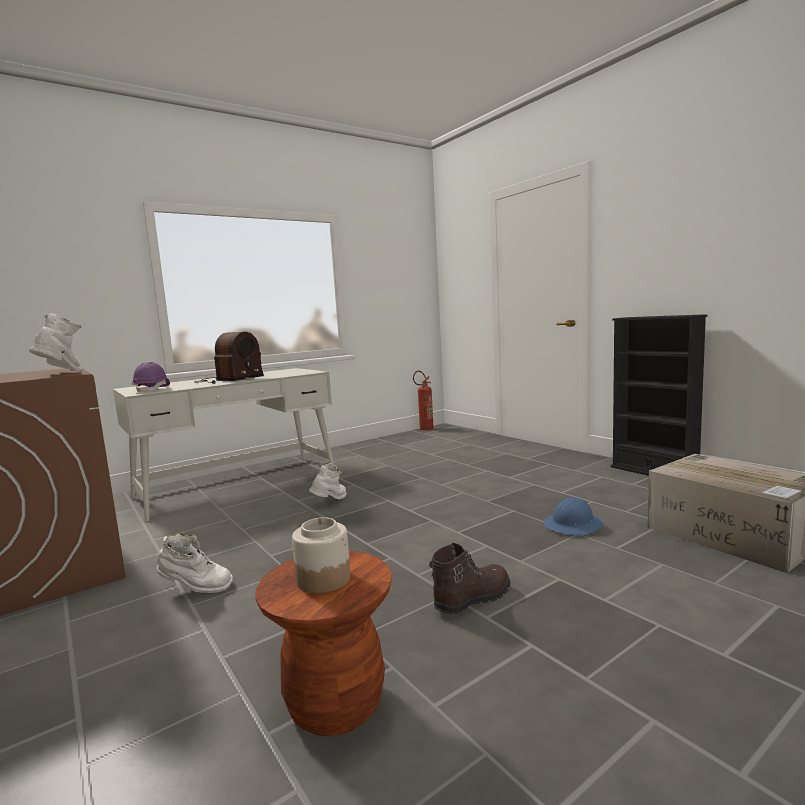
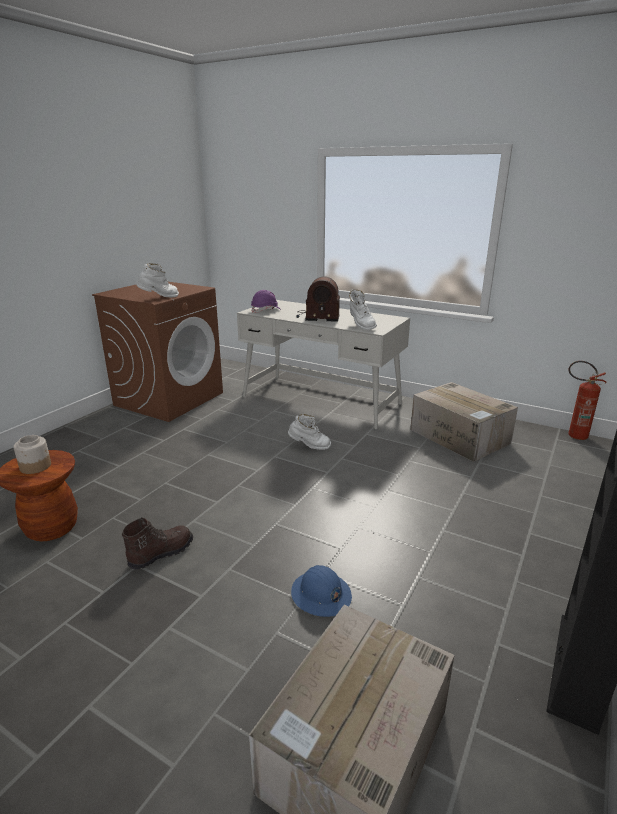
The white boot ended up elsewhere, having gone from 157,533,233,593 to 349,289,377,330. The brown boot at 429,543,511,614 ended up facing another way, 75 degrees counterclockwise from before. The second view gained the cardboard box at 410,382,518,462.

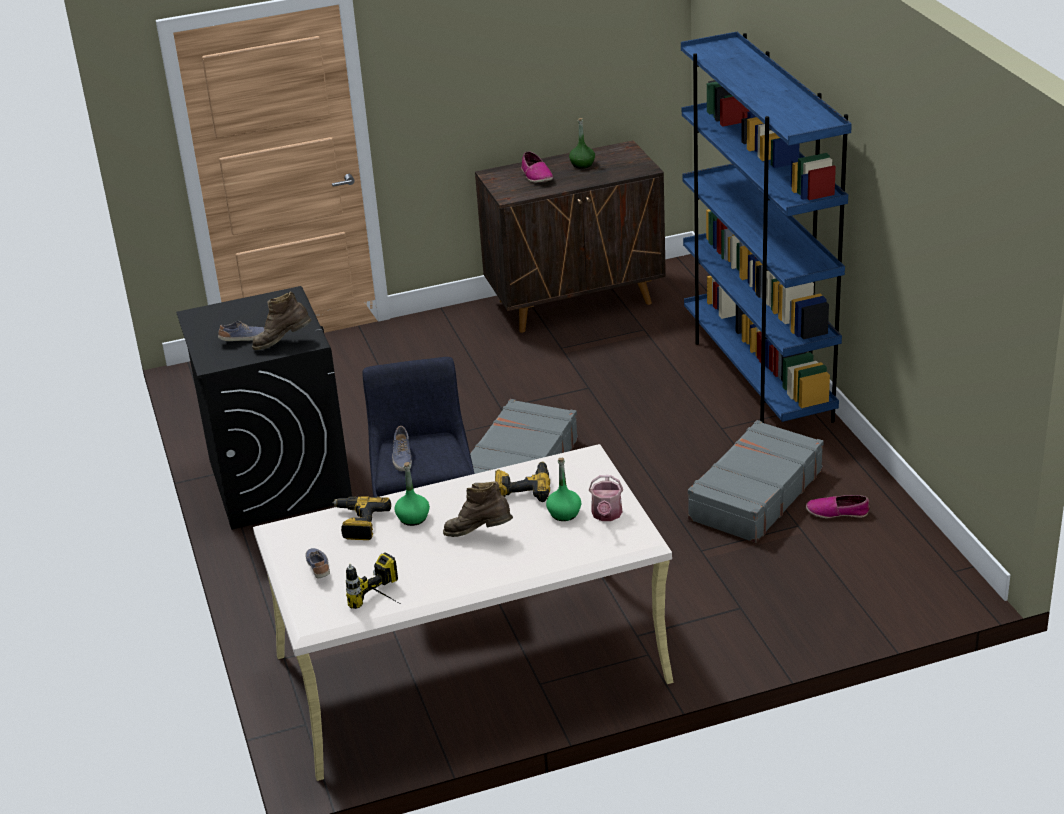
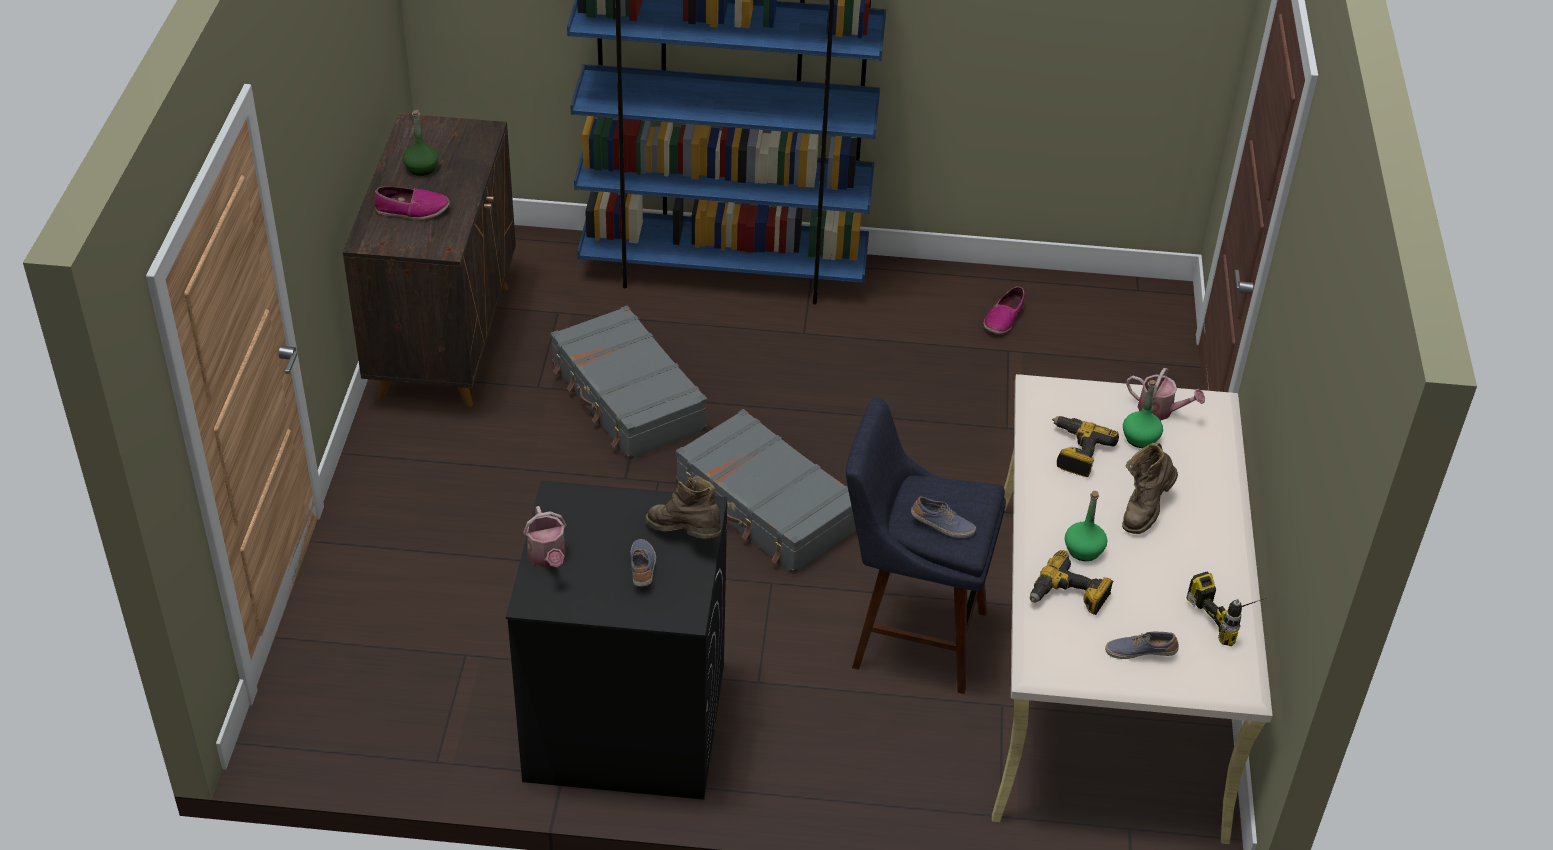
The brown boot at 252,291,311,350 ended up facing another way, 120 degrees clockwise from before. The grey suitcase ended up elsewhere, having gone from 688,420,824,543 to 551,306,707,460. The second view gained the watering can at 523,506,567,567.

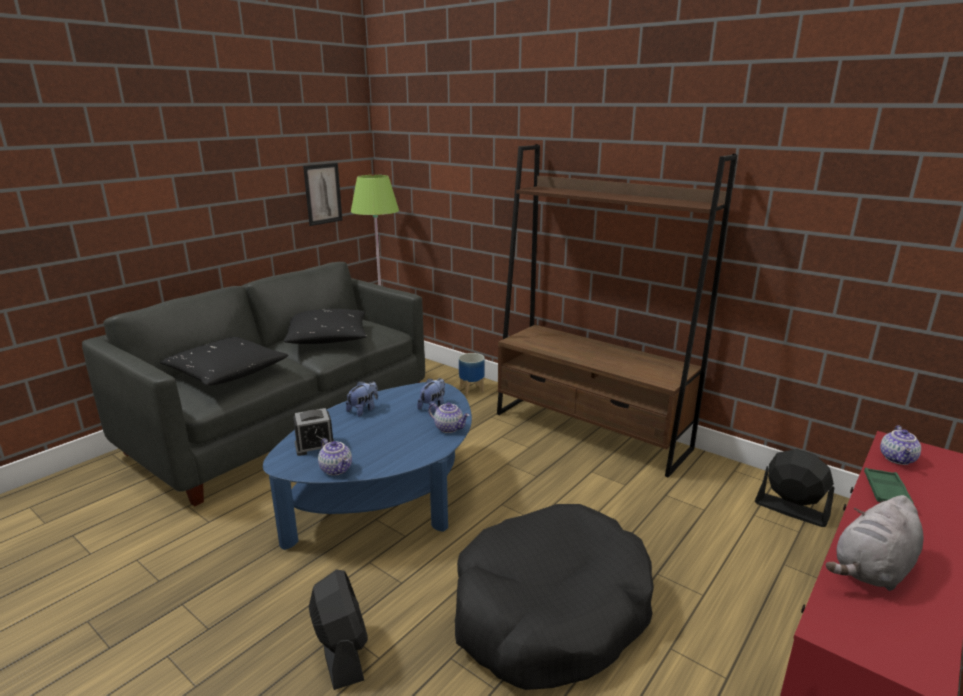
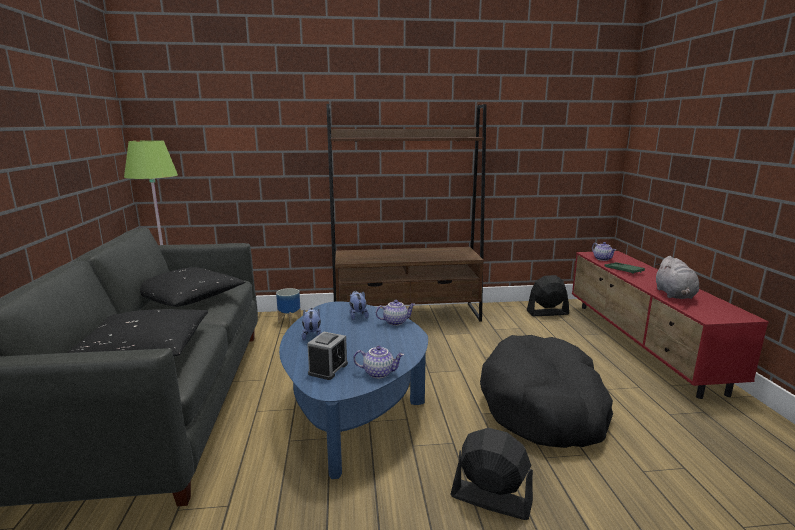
The second view lost the picture at 303,163,342,226.

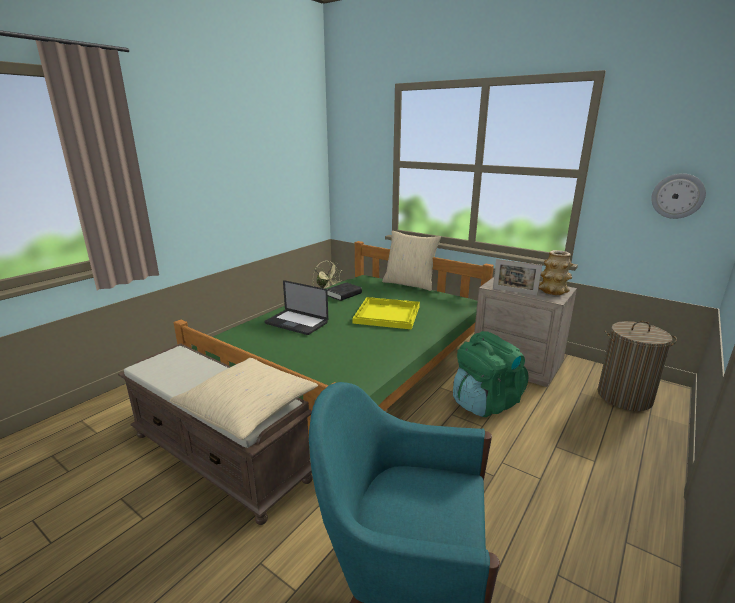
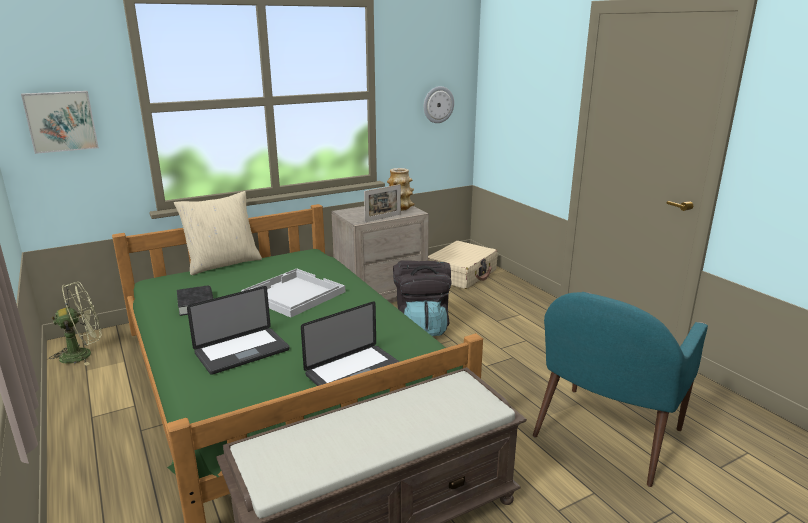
What was the yellow tray at 353,297,420,330 turned into the white tray at 241,268,345,318. Where the laundry basket stood at 598,321,677,411, the beige suitcase came to stand at 428,241,497,289. What was the green backpack at 453,331,529,417 turned into the black backpack at 393,260,452,336. The second view lost the beige pillow at 169,358,318,440. The second view gained the picture at 21,91,99,154. The second view gained the laptop at 301,301,400,386.

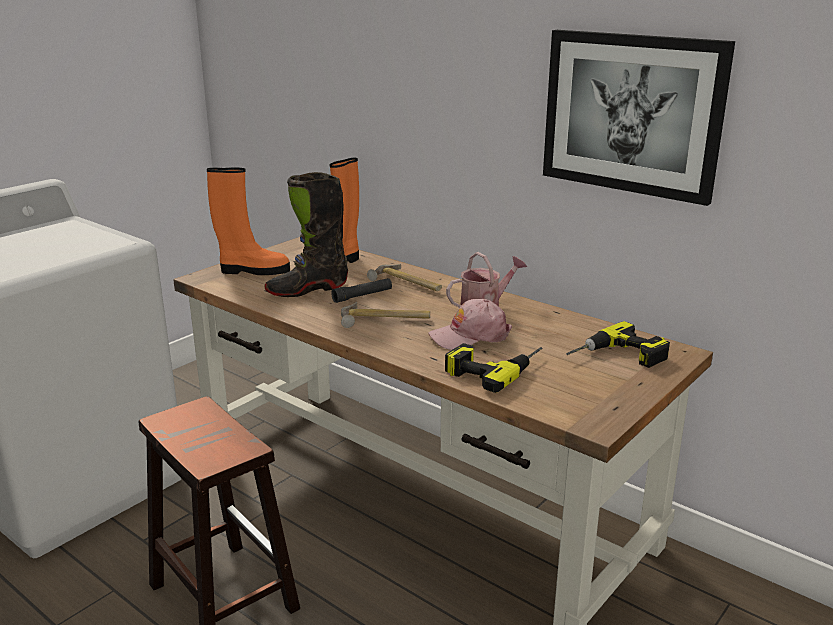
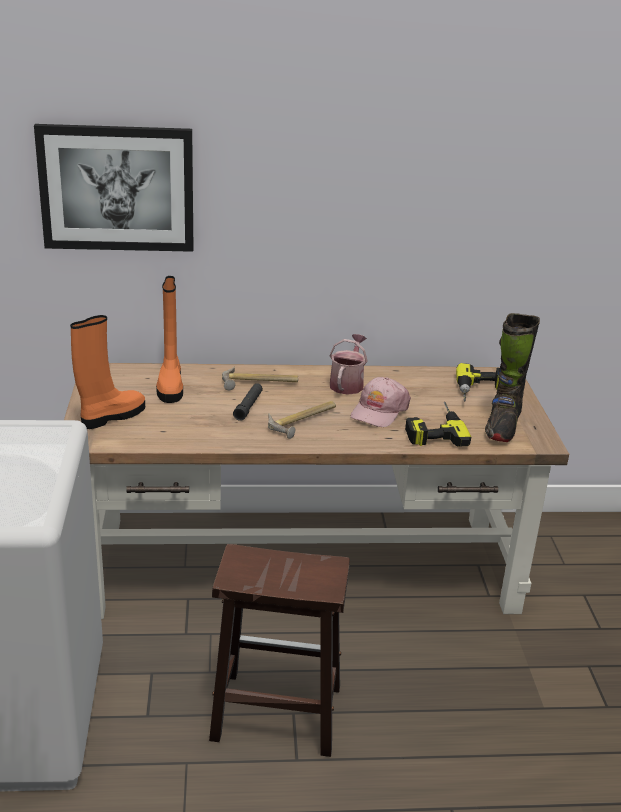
The picture ended up elsewhere, having gone from 543,30,735,206 to 34,124,194,252. The black boot ended up elsewhere, having gone from 265,172,348,297 to 485,313,540,442.

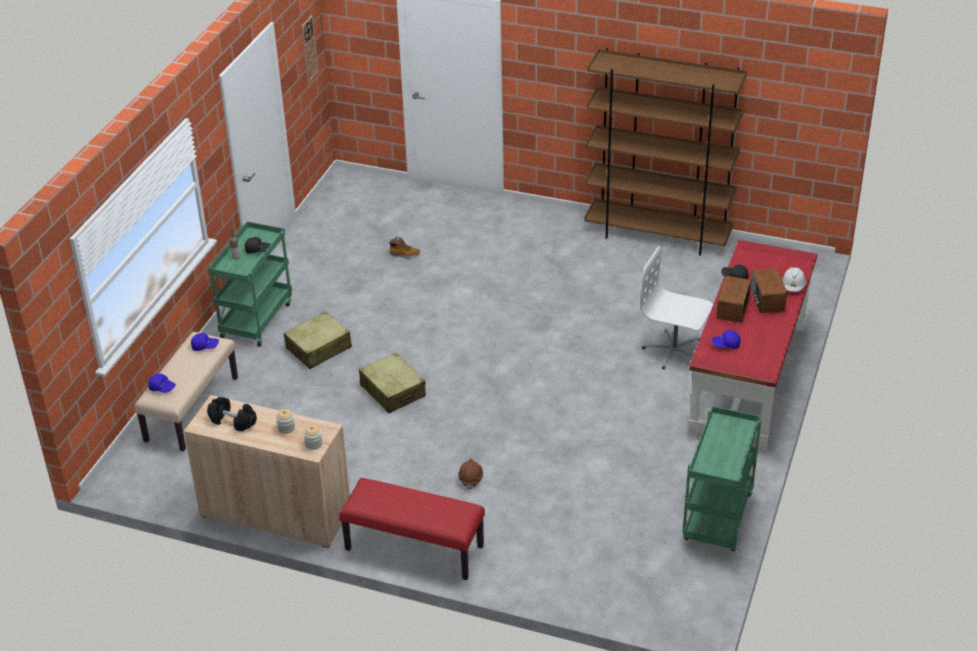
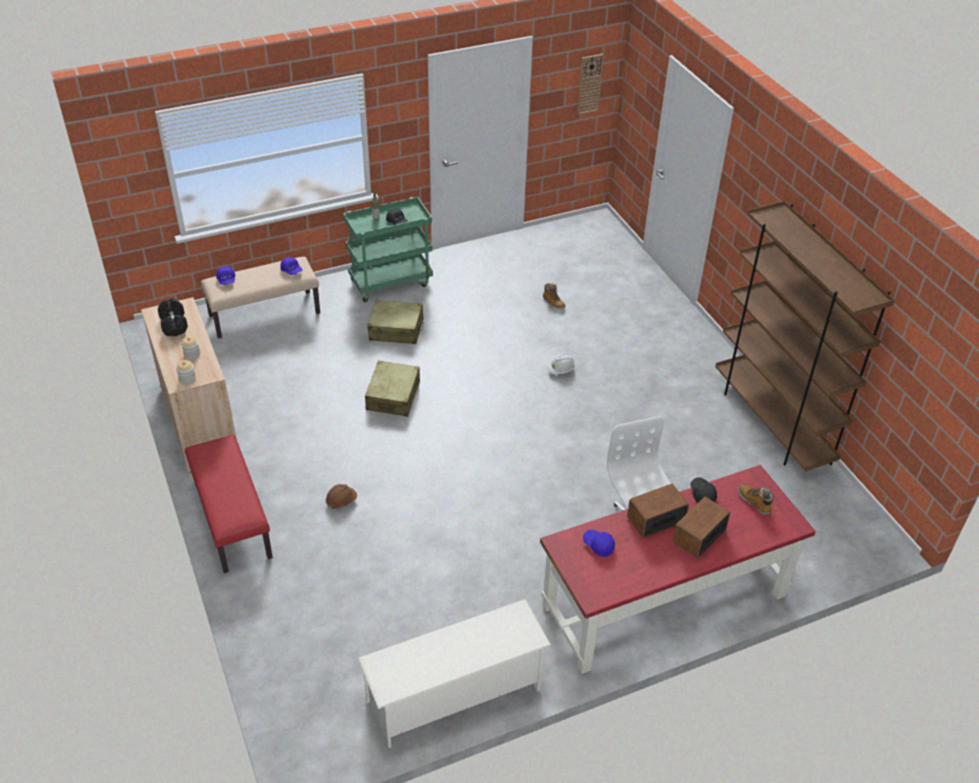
The white hard hat ended up elsewhere, having gone from 782,267,806,292 to 548,353,575,375. Where the green cart stood at 683,406,761,551, the white shoe rack came to stand at 358,599,551,748. The second view gained the boot at 738,484,773,515.

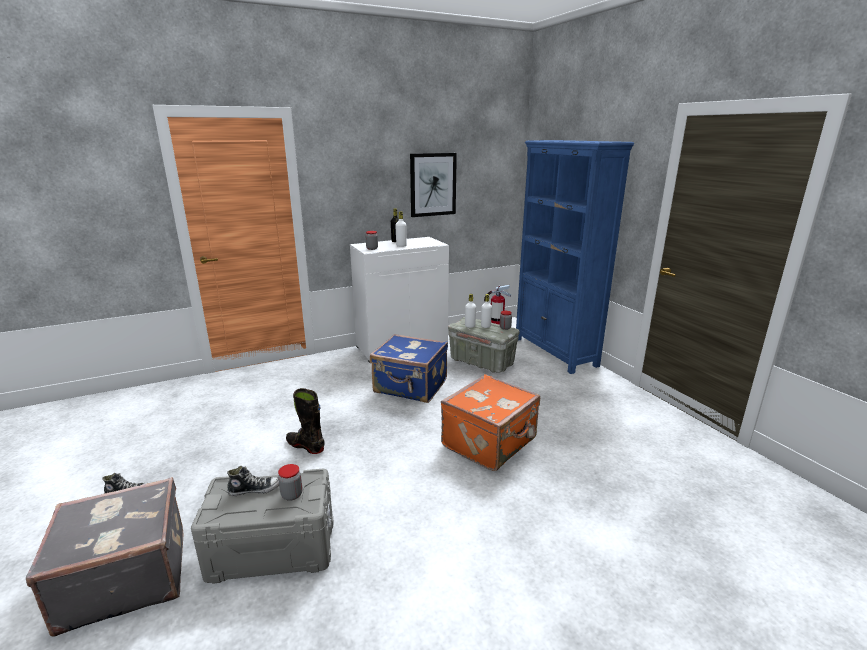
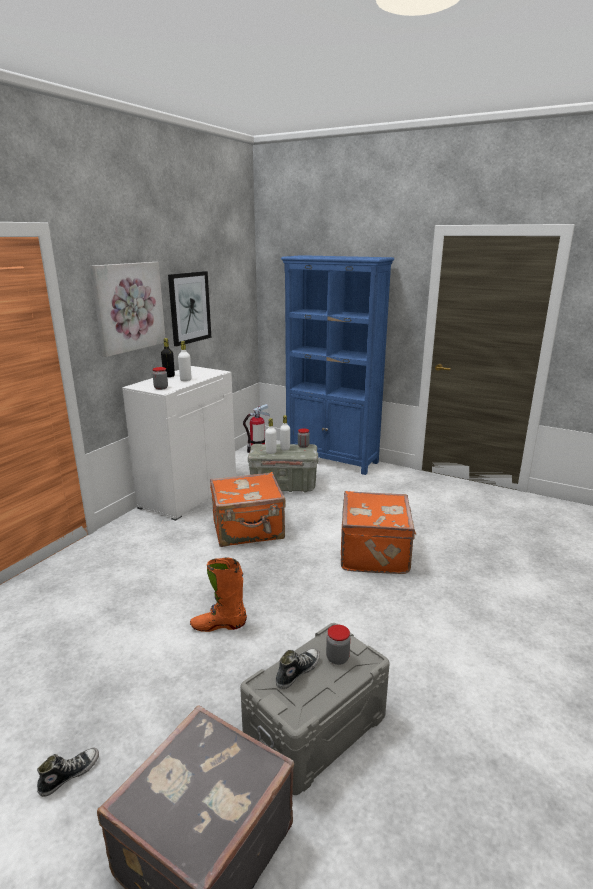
What was the blue suitcase at 370,334,448,403 turned into the orange suitcase at 210,472,286,547. What was the black boot at 286,388,325,454 turned into the orange boot at 190,558,247,632. The second view gained the picture at 90,262,165,357.

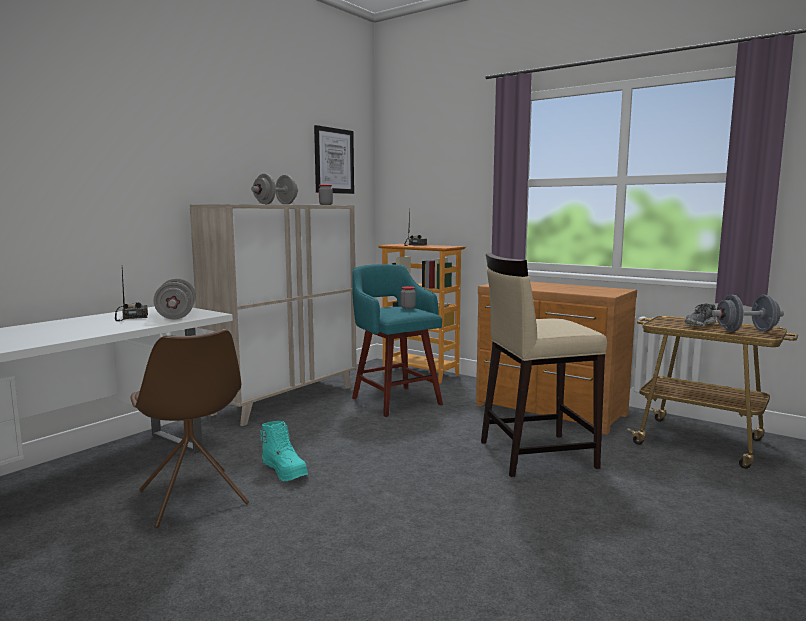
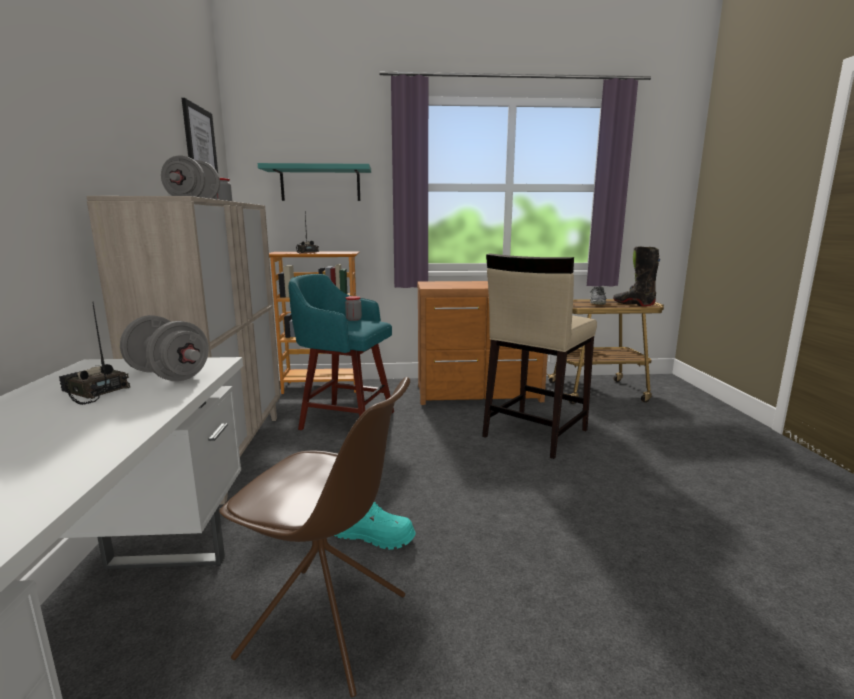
Where the grey dumbbell stood at 712,295,784,332, the black boot came to stand at 613,247,660,306. The second view gained the turquoise shelf at 258,163,371,201.

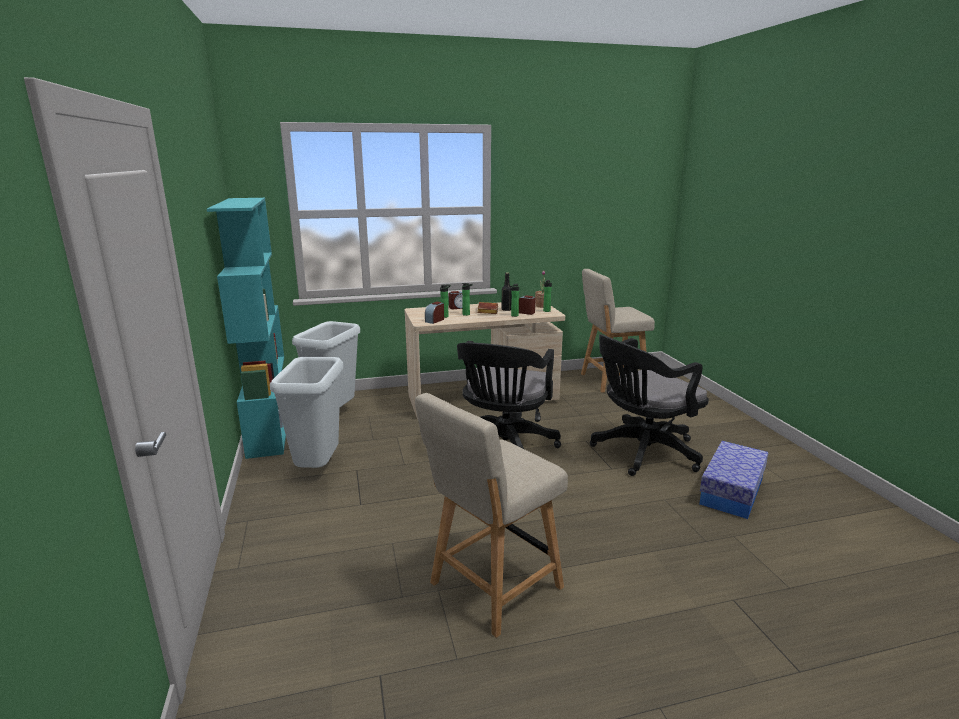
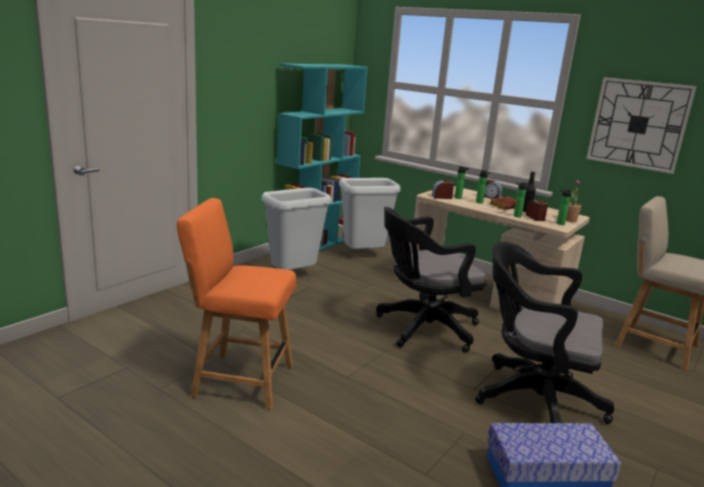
What was the beige chair at 415,393,568,638 turned into the orange chair at 177,198,296,410. The second view gained the wall clock at 586,77,697,174.

